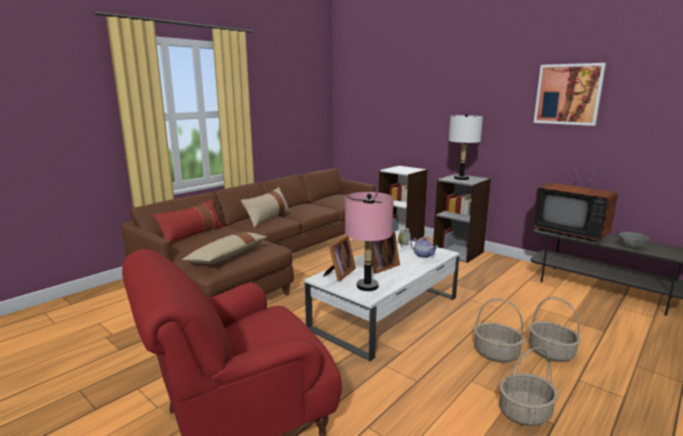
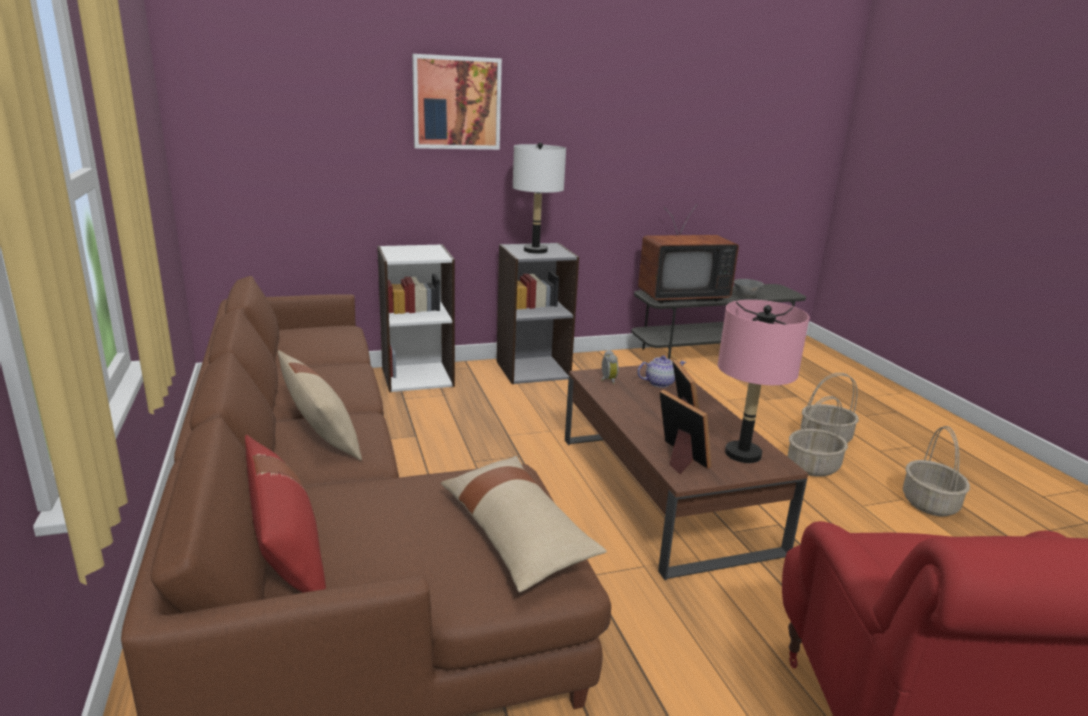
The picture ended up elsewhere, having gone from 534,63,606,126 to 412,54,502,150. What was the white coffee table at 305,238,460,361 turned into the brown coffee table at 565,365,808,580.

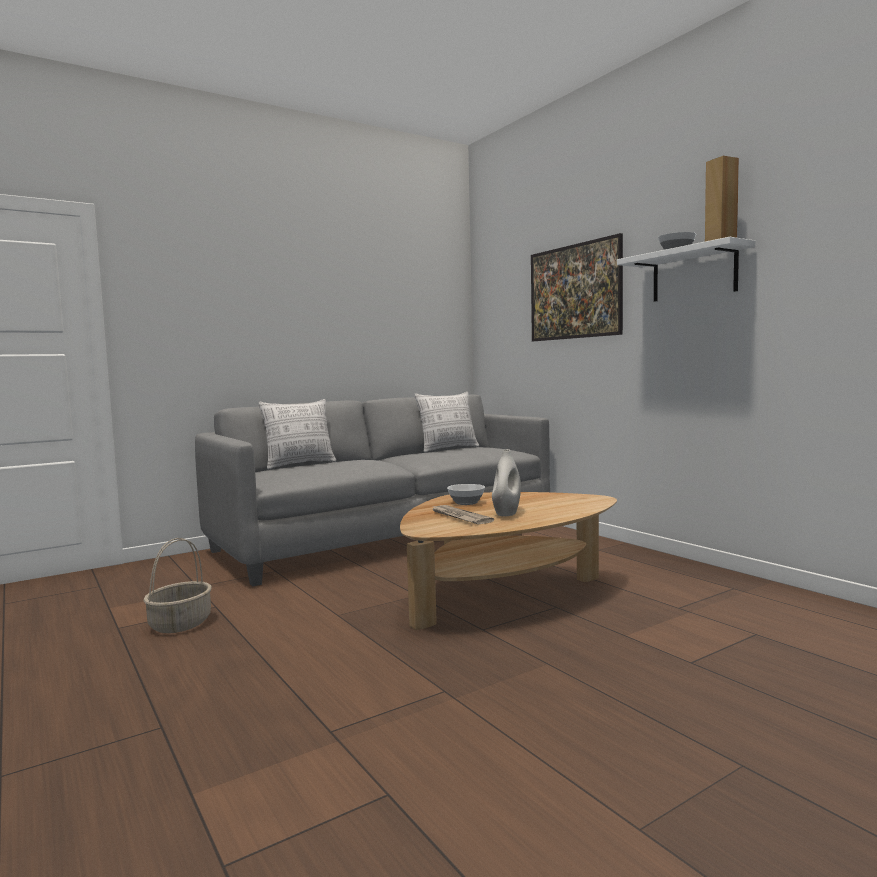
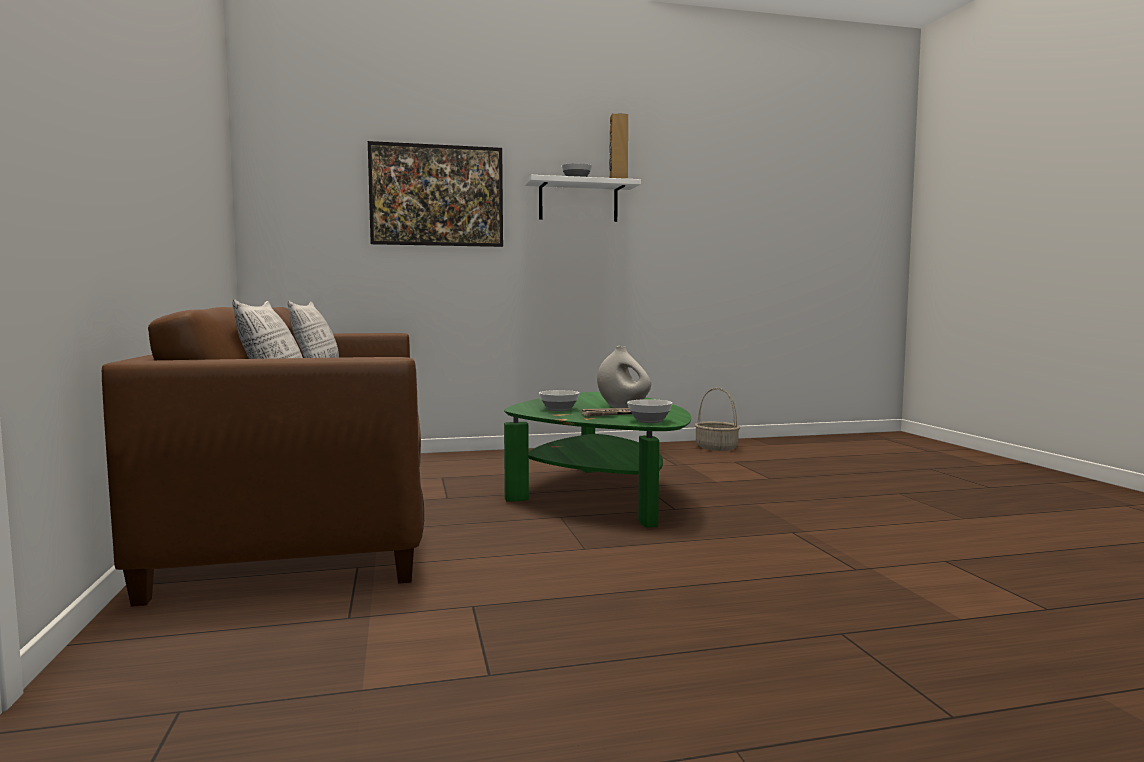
What was the grey sofa at 195,394,550,587 turned into the brown sofa at 102,307,424,607. What was the brown coffee table at 400,492,617,630 turned into the green coffee table at 504,392,691,528. The basket ended up elsewhere, having gone from 143,538,212,633 to 694,388,740,451. The second view gained the bowl at 627,399,673,423.

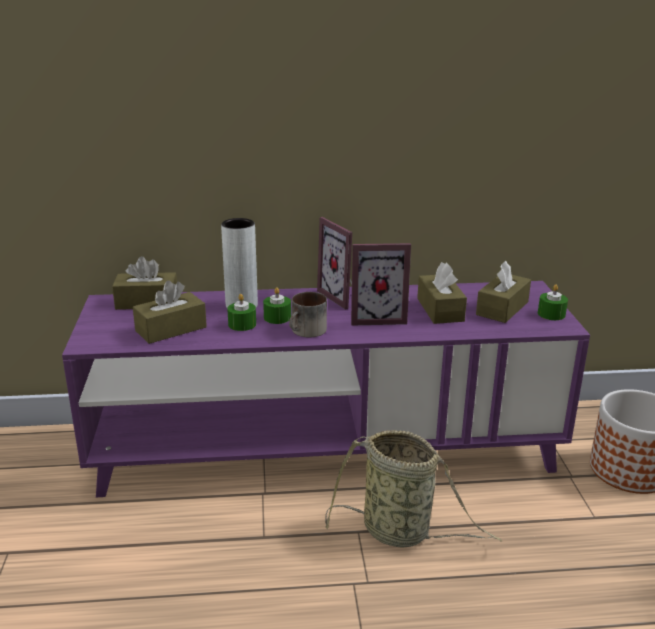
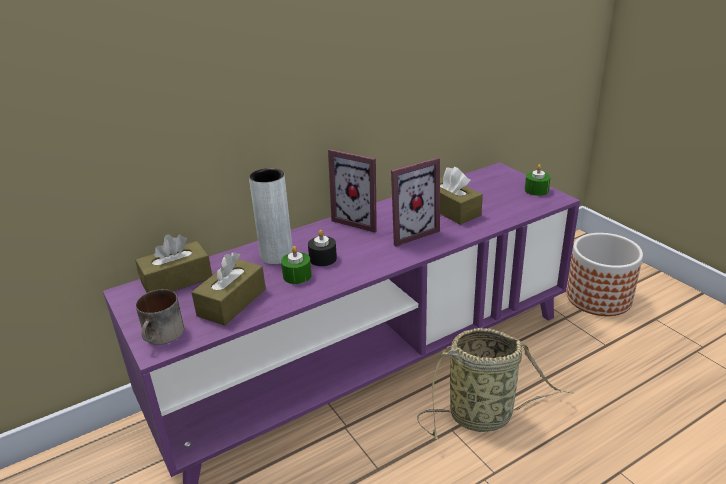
The second view lost the brown tissue box at 476,261,531,323. What was the green candle at 263,287,291,324 turned into the black candle at 308,230,337,266. The mug ended up elsewhere, having gone from 289,292,327,337 to 136,289,184,345.

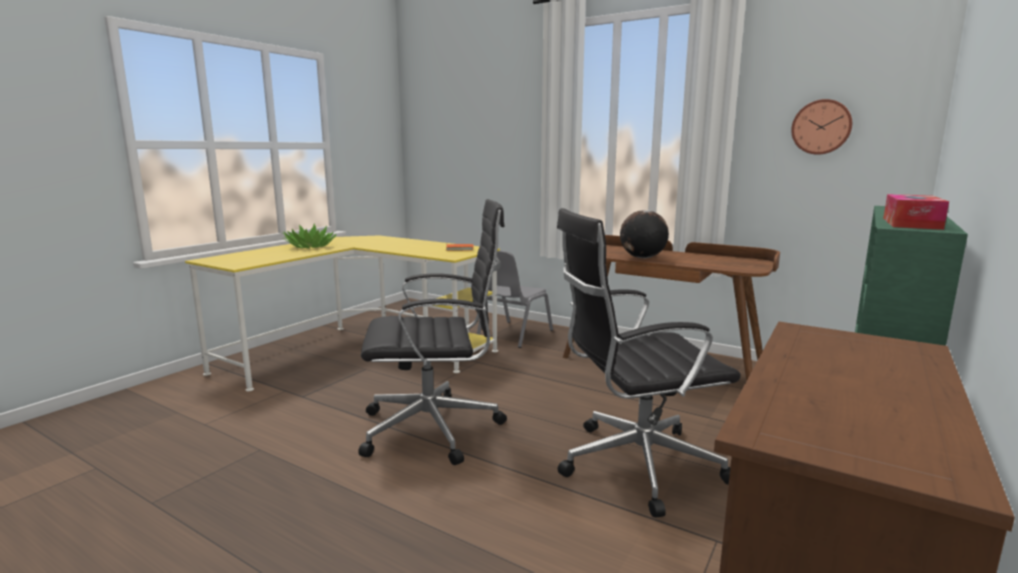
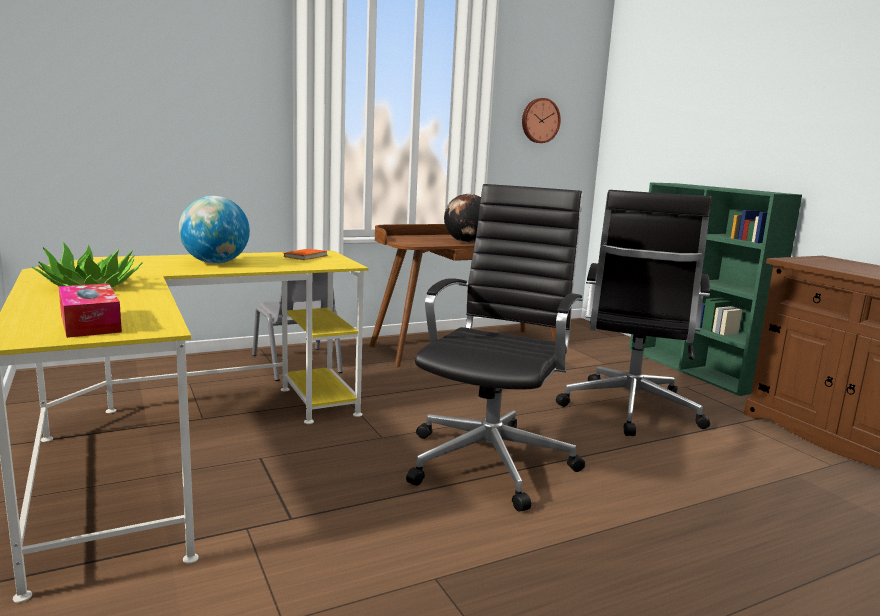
The tissue box ended up elsewhere, having gone from 883,194,949,230 to 59,283,122,338. The second view gained the globe at 179,196,250,264.

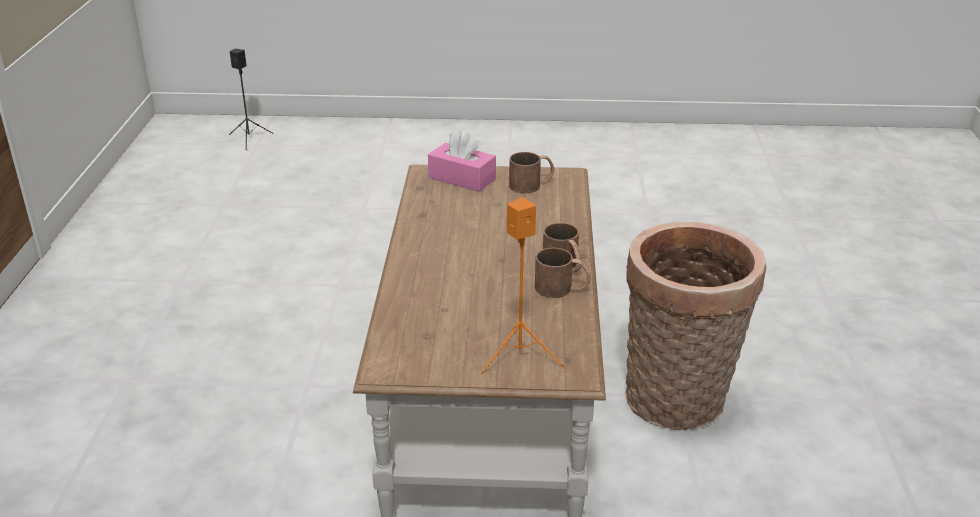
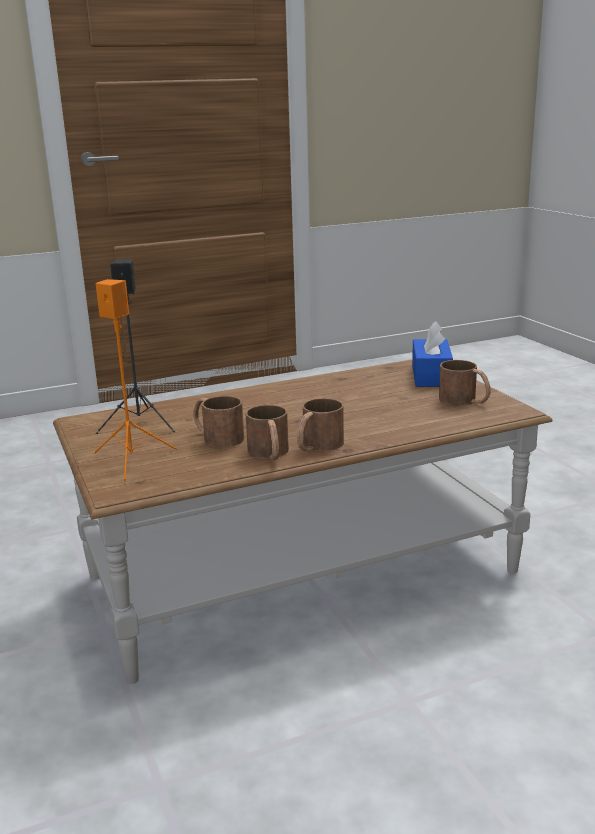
The black speaker ended up elsewhere, having gone from 229,49,273,150 to 96,259,175,434. What was the pink tissue box at 428,130,496,192 turned into the blue tissue box at 412,321,453,387. The second view lost the basket at 625,222,766,430. The second view gained the brown mug at 193,396,244,448.

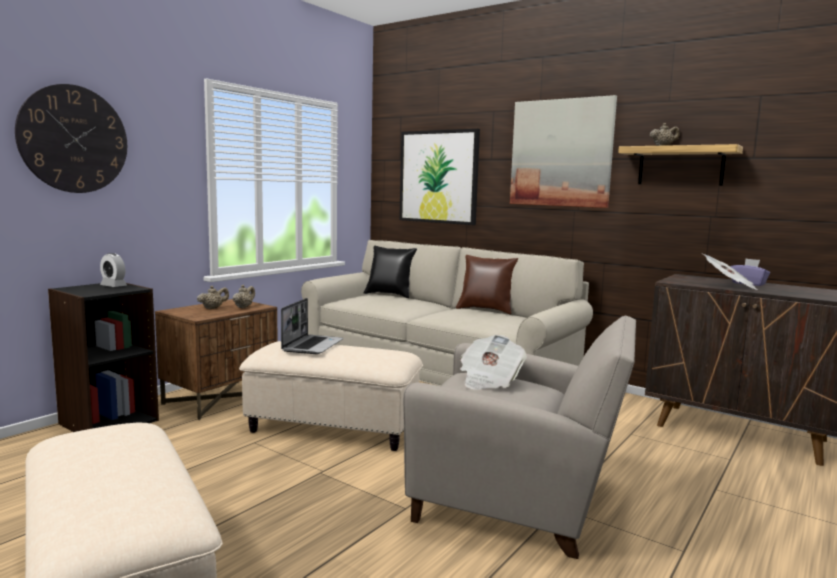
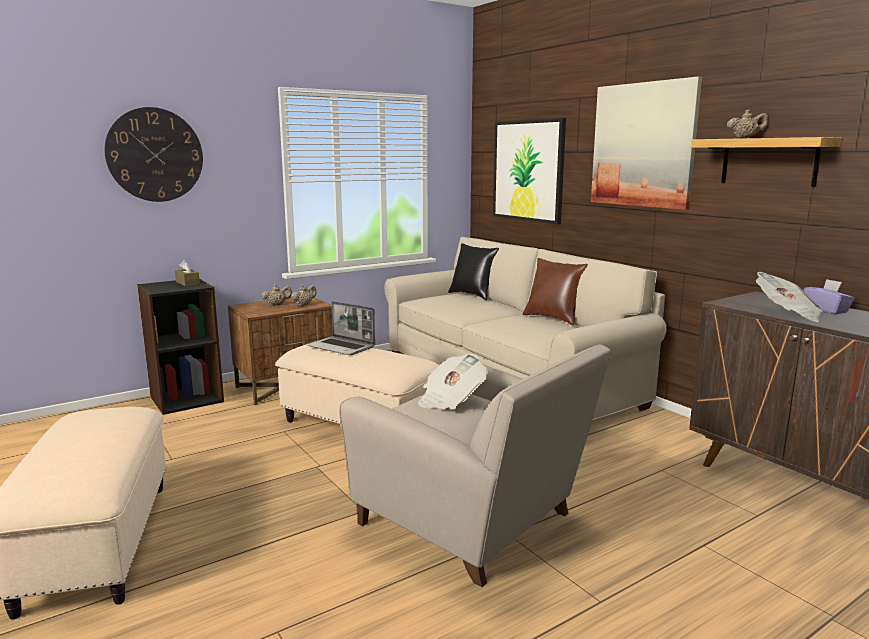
Where the alarm clock stood at 100,253,127,287, the brown tissue box came to stand at 175,260,200,286. The laptop at 281,298,344,354 ended up facing another way, 90 degrees clockwise from before.

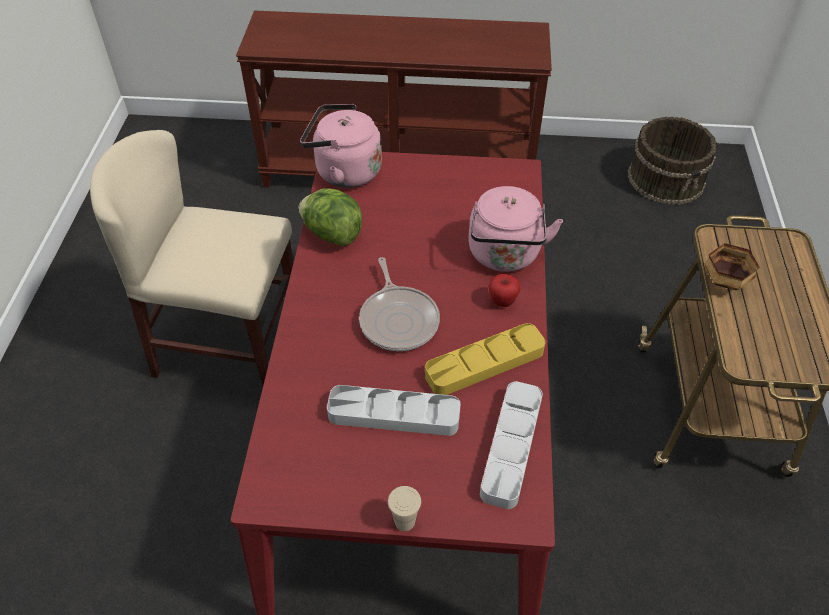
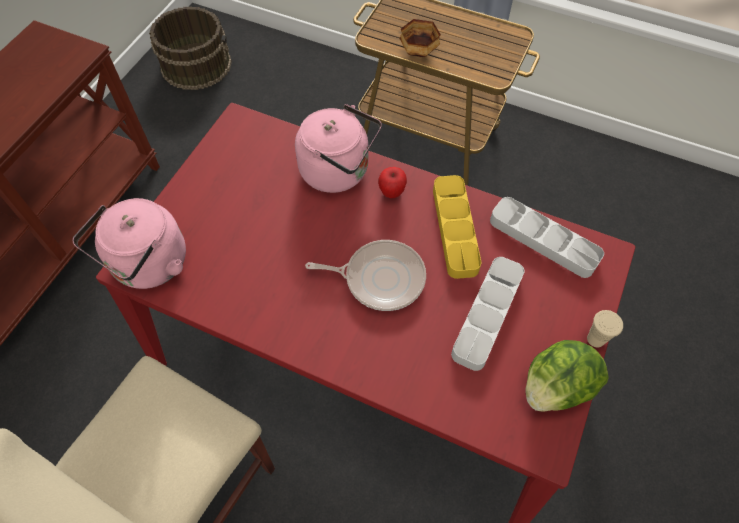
The lettuce ended up elsewhere, having gone from 298,188,362,246 to 525,340,609,412.

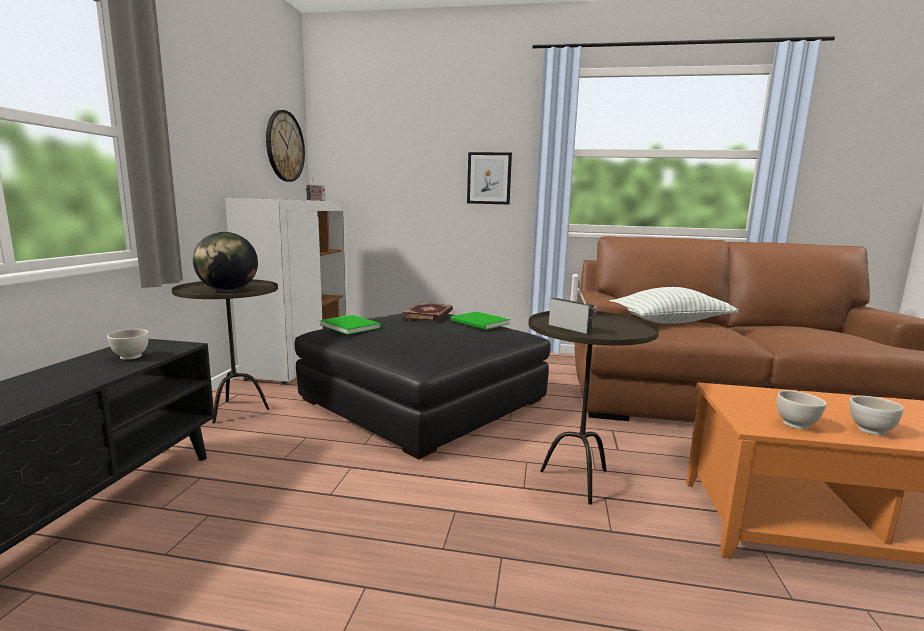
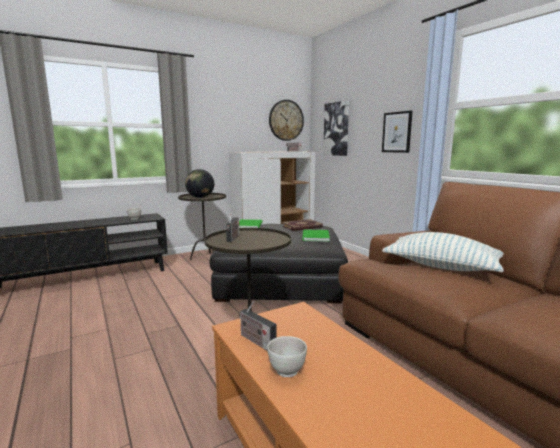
Where the white bowl stood at 777,390,827,429, the radio came to stand at 239,301,276,351. The second view gained the picture at 323,100,349,156.

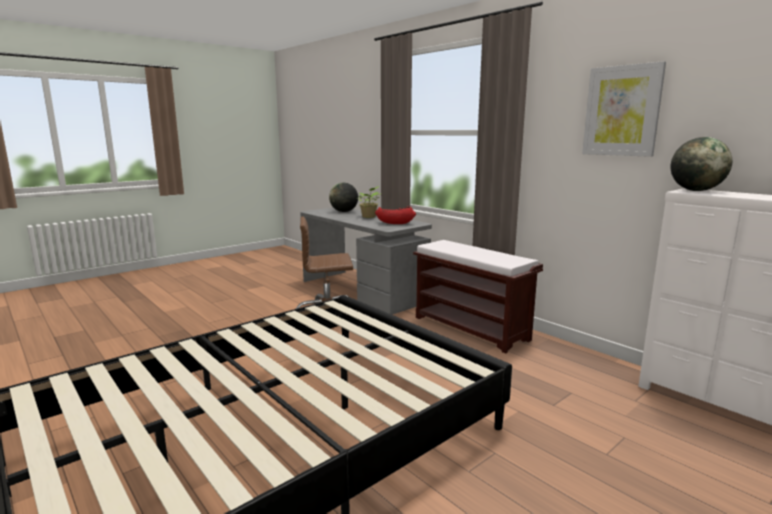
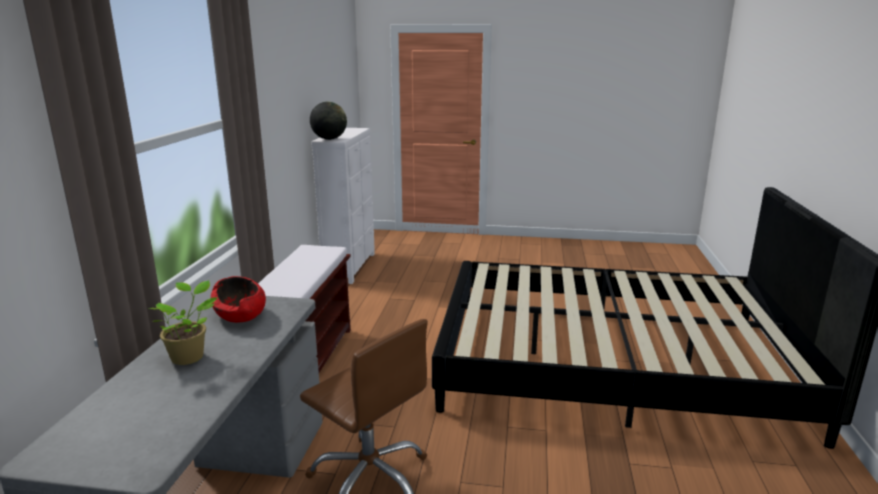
The second view lost the picture at 582,61,666,157. The second view lost the globe at 329,183,358,212.

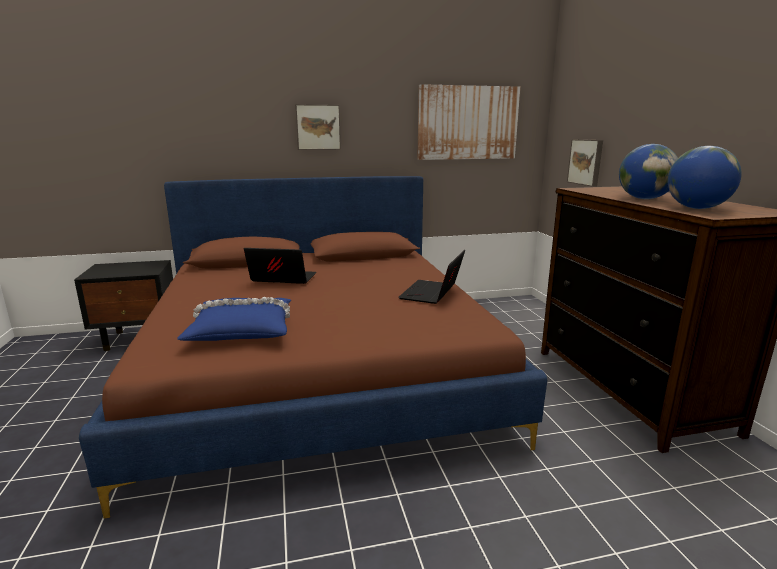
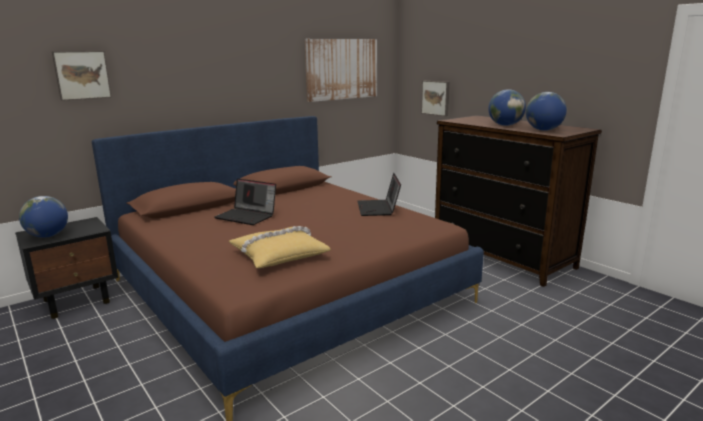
The picture ended up elsewhere, having gone from 295,104,341,150 to 52,51,112,101. The laptop at 244,248,316,284 ended up facing another way, 135 degrees counterclockwise from before. What was the blue pillow at 177,297,291,341 turned into the yellow pillow at 229,226,331,268. The second view gained the globe at 19,196,68,238.

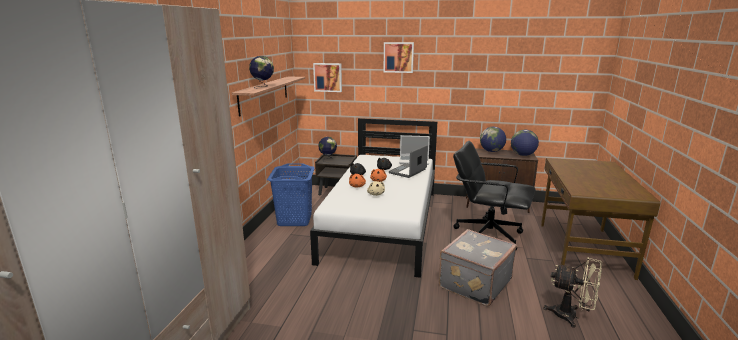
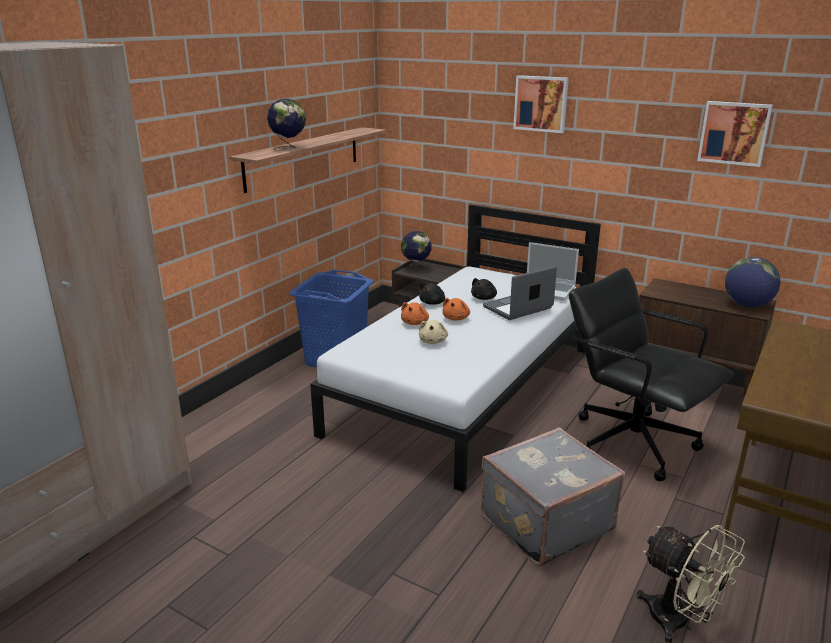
The picture ended up elsewhere, having gone from 313,63,342,92 to 697,101,773,167. The second view lost the globe at 480,127,506,152.

